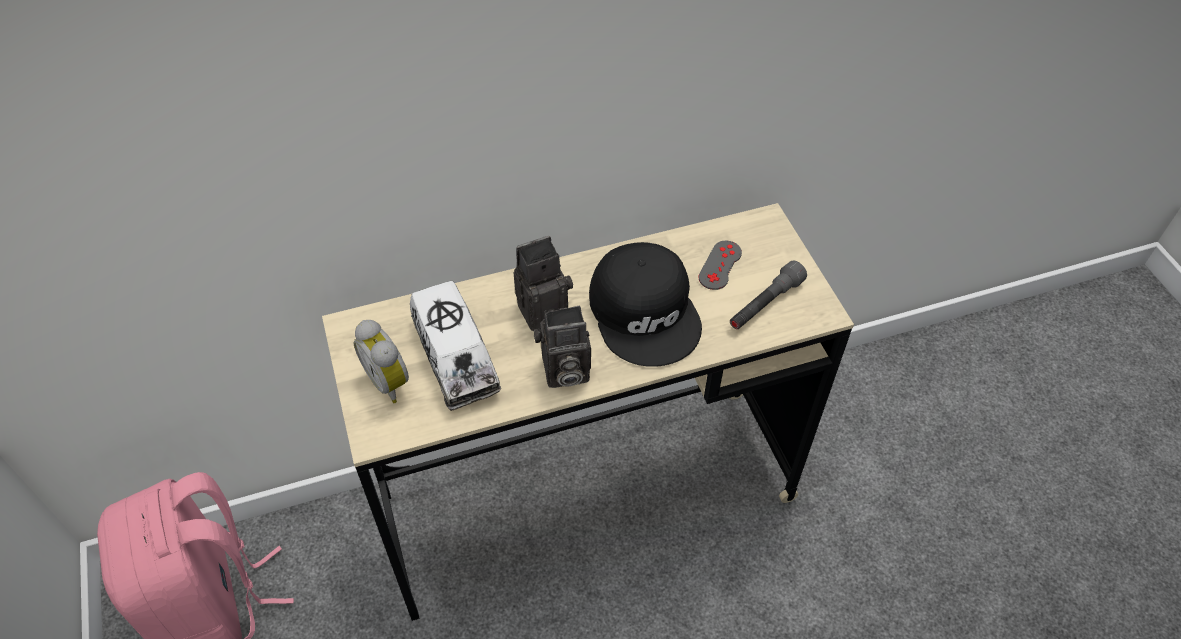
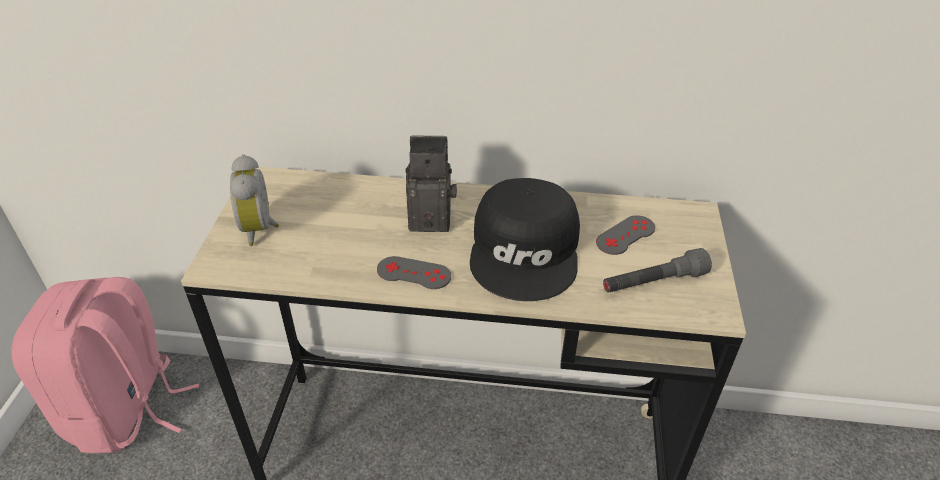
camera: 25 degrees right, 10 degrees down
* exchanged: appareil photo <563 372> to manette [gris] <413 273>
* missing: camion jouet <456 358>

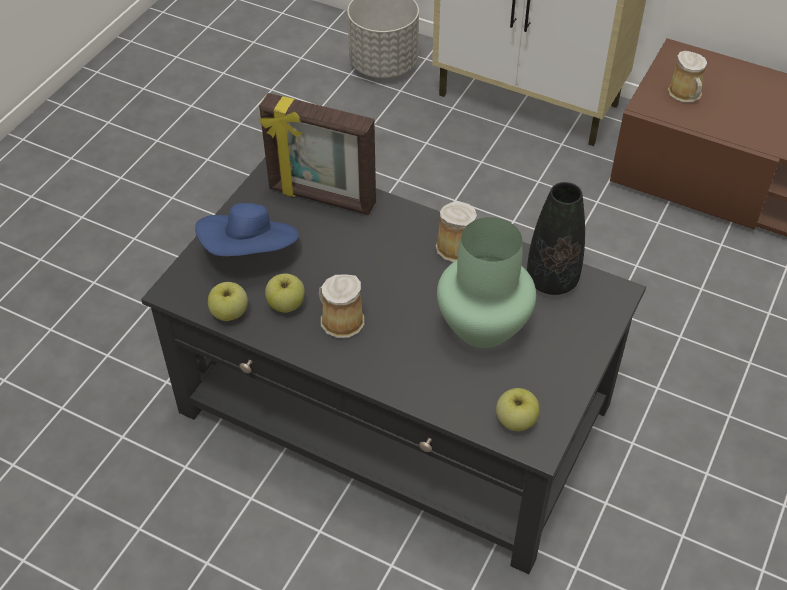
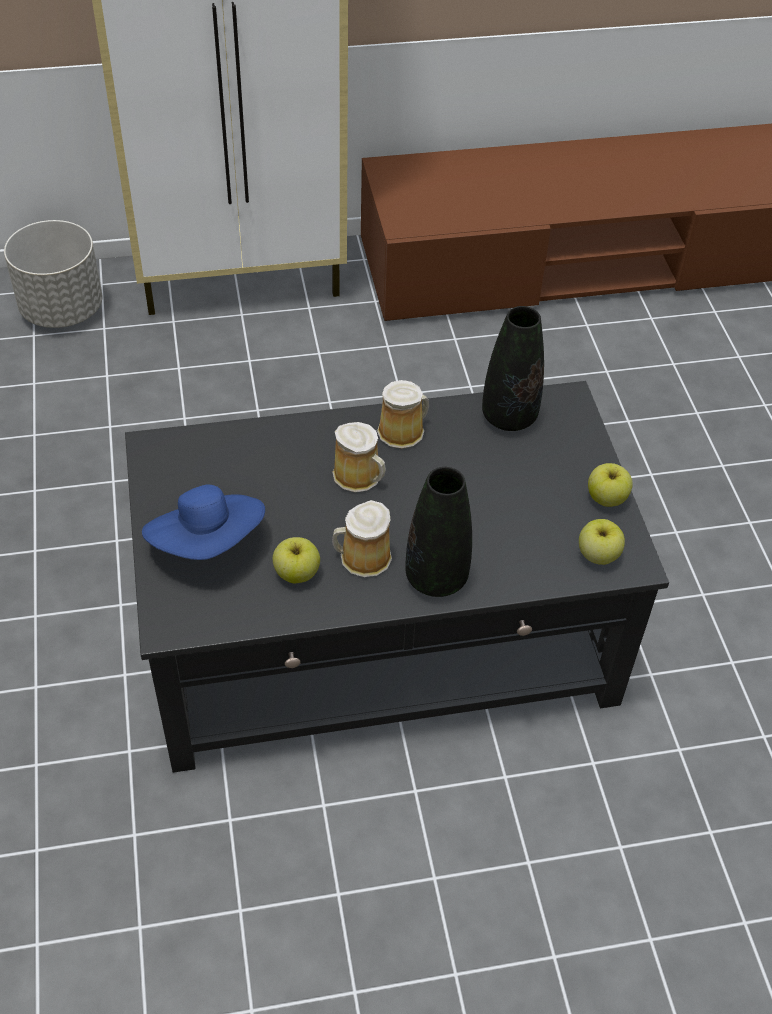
camera: 40 degrees left, 0 degrees up
* relocated: mug <685 94> to <359 477>
* appeared: vase [noir] <436 578>
* relocated: pomme <230 313> to <606 498>
* missing: cadre photo <321 198>
* missing: vase [vert] <482 327>

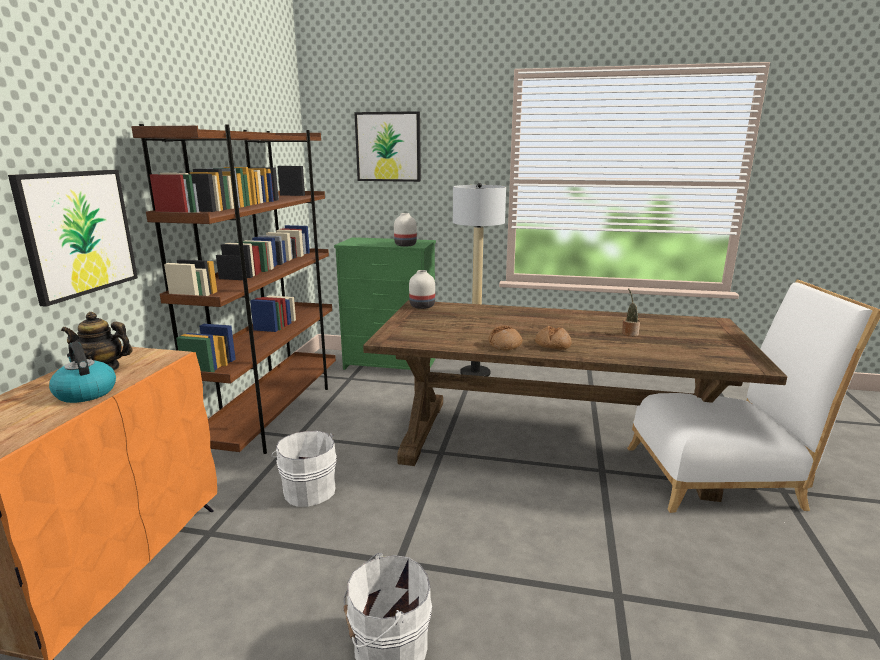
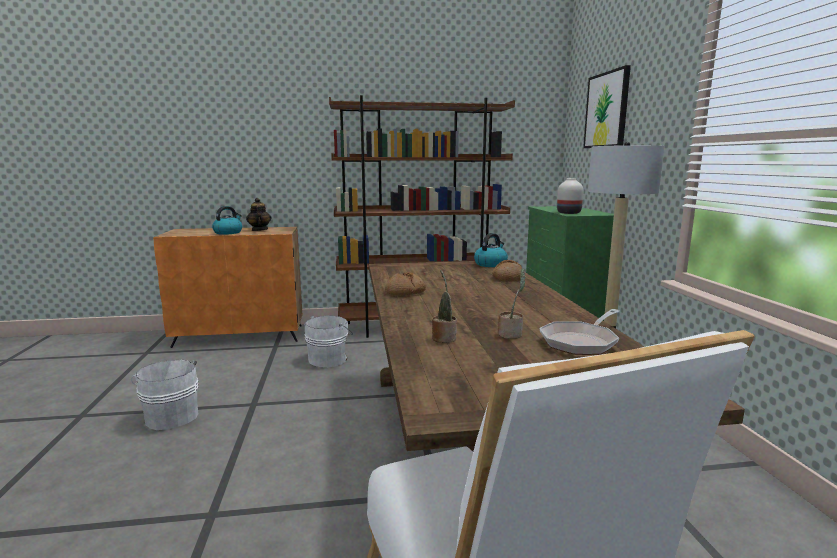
camera: 70 degrees right, 5 degrees down
* appeared: plante en pot <443 338>
* exchanged: vase [blanc] <422 306> to bouilloire <490 264>
* relocated: pain <552 345> to <508 278>
* appeared: poêle <581 342>
* missing: tableau <78 233>

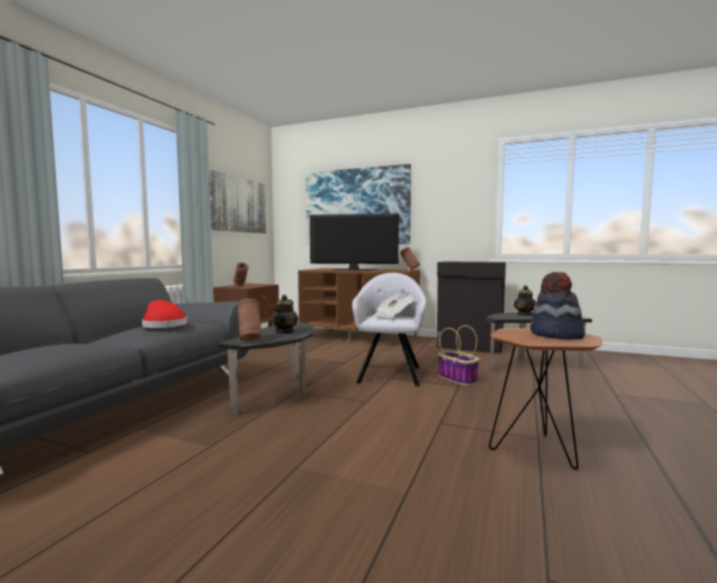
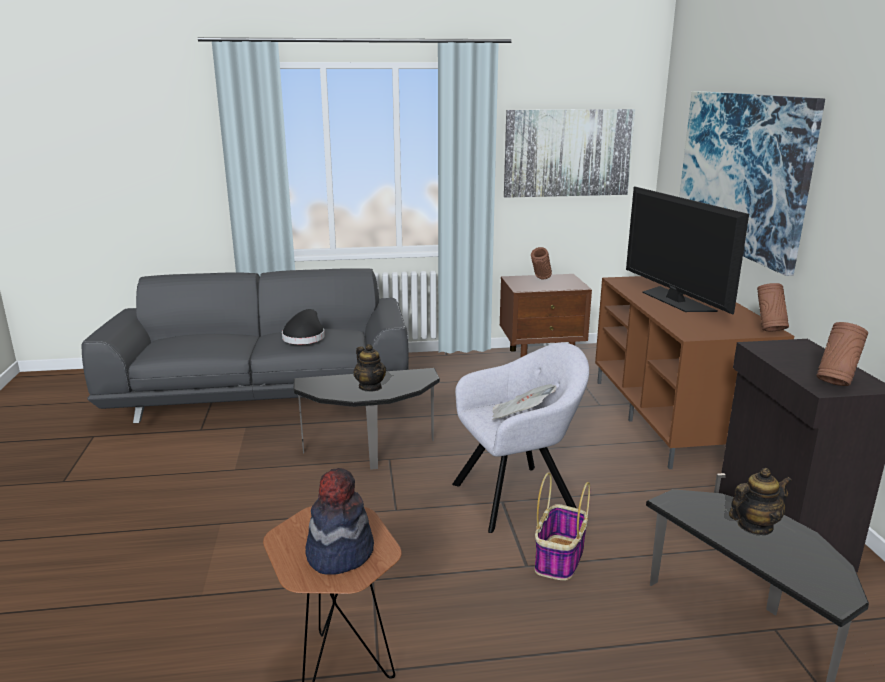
camera: 60 degrees right, 15 degrees up
* colour: chapeau [rouge] <163 325> to chapeau [noir] <305 337>
* spun: théière <285 332> = <370 387> 105 degrees counterclockwise
* relocated: vase [marron] <250 340> to <835 383>

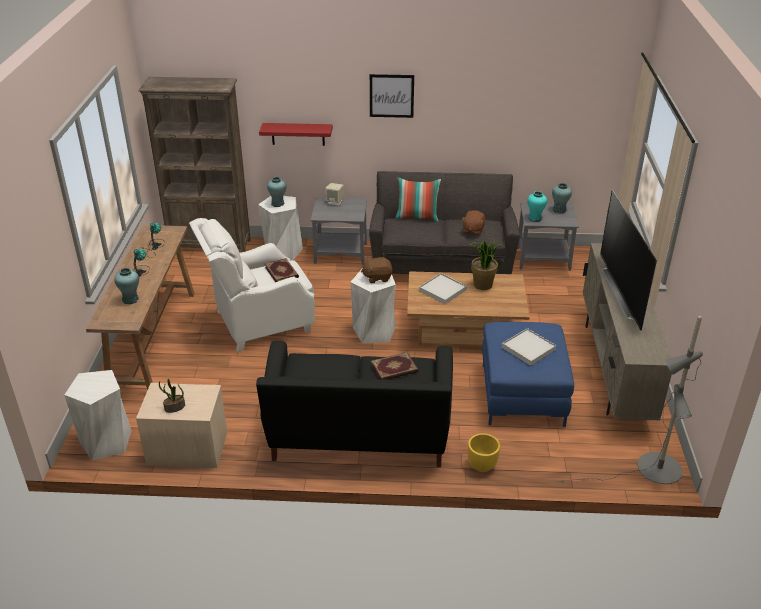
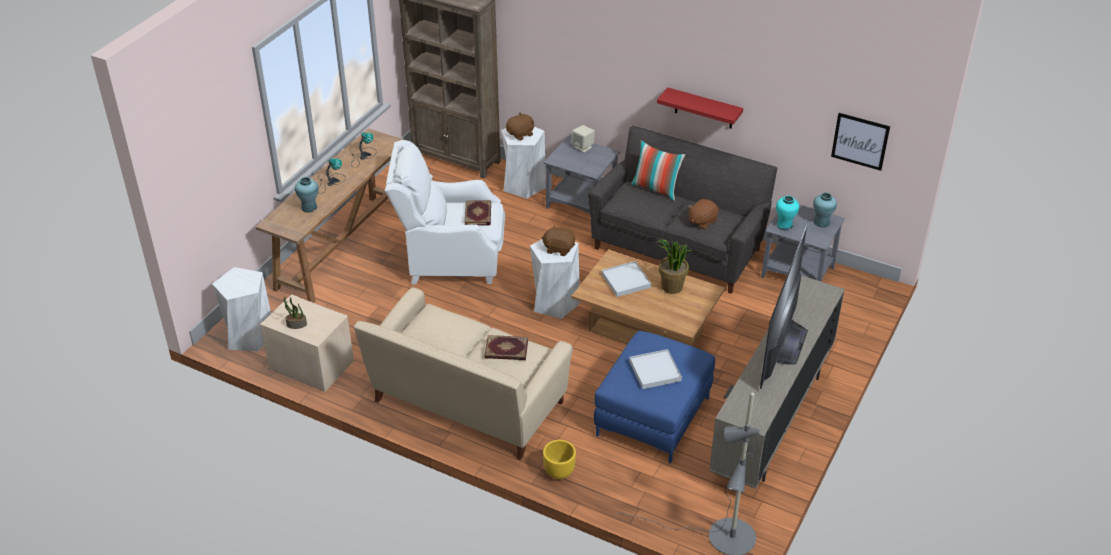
camera: 25 degrees right, 5 degrees up
* colour: canapé [noir] <358 434> to canapé [beige] <467 403>
* exchanged: vase [turquoise] <277 203> to peluche [marron] <520 134>
* relocated: étagère [rouge] <298 134> to <704 108>
* relocated: tableau <391 96> to <860 141>

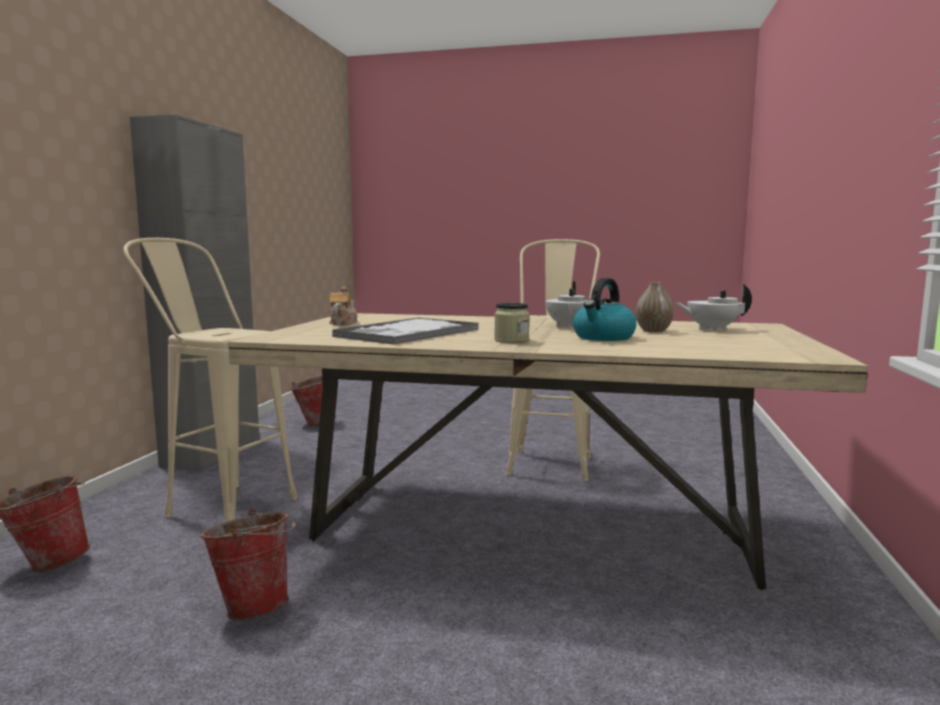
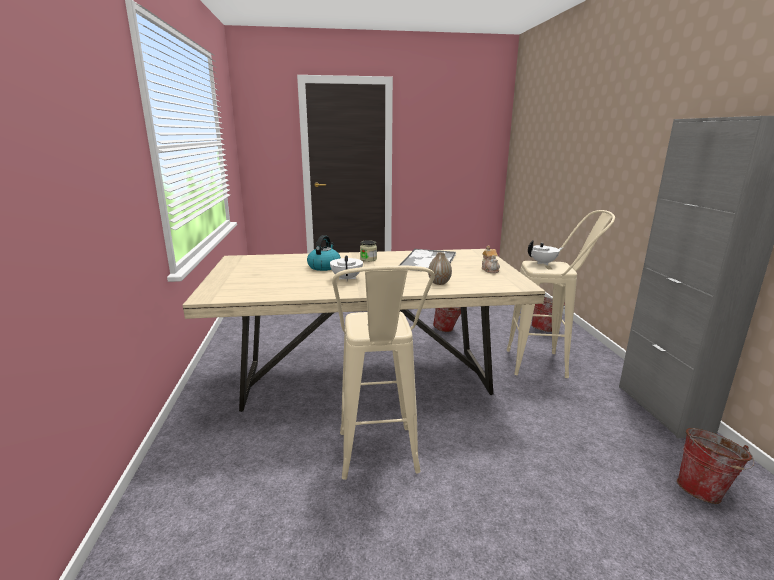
camera: 160 degrees right, 10 degrees up
* relocated: vase <653 331> to <439 283>
* relocated: théière [blanc] <711 329> to <543 263>

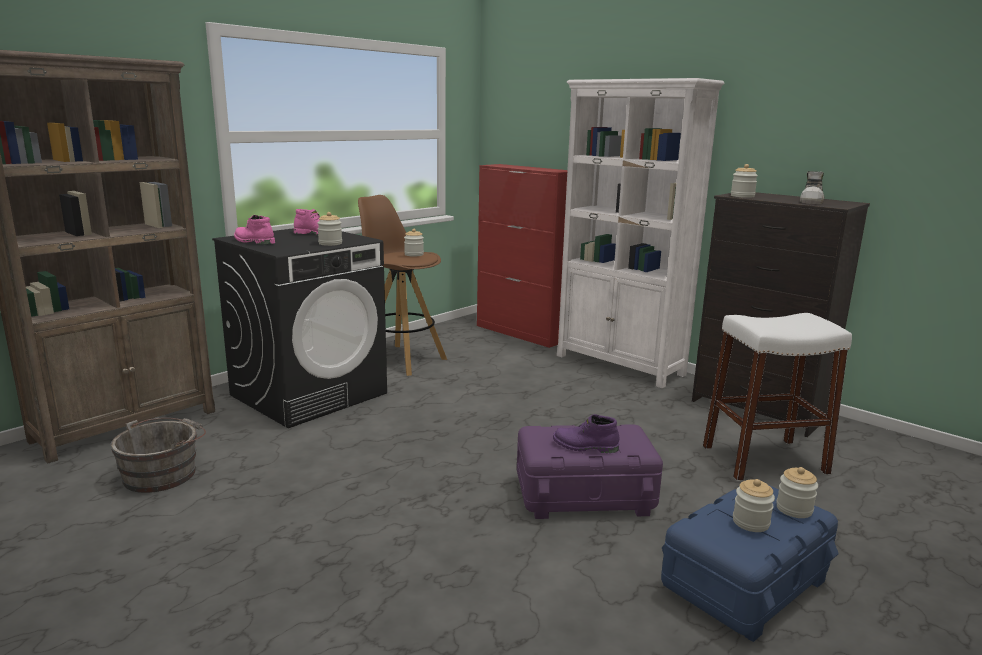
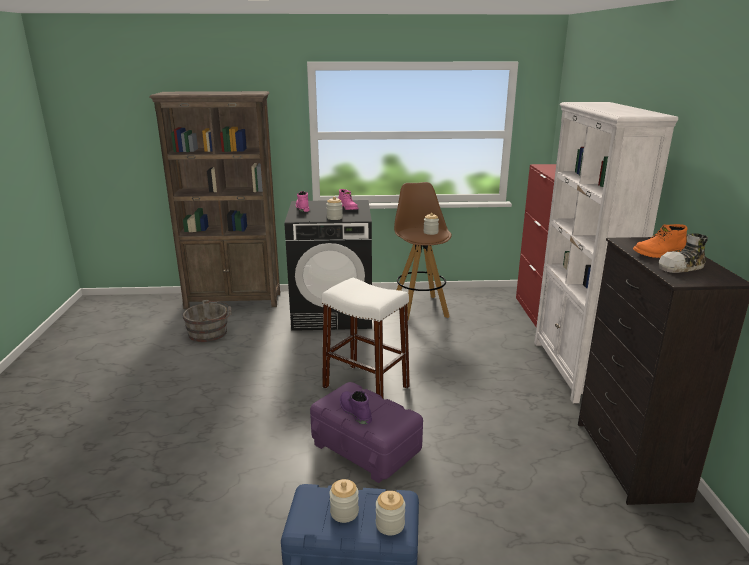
camera: 45 degrees right, 5 degrees up
* relocated: tabouret [blanc] <764 459> to <366 387>
* appeared: botte [orange] <659 254>
* missing: bocal <742 196>

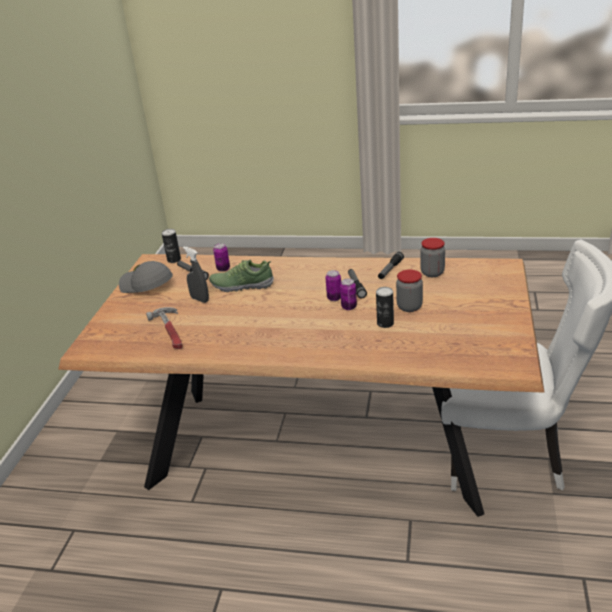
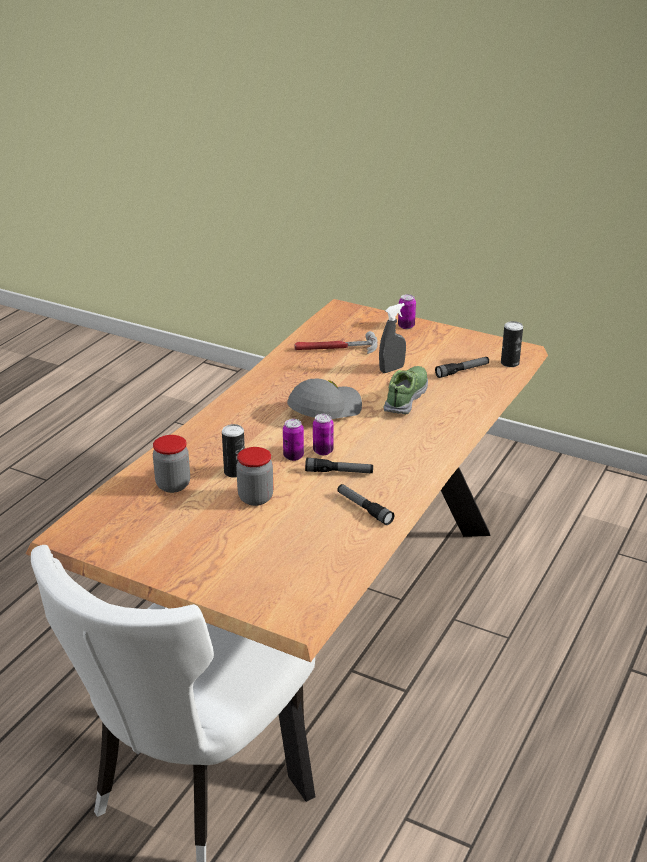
camera: 105 degrees right, 0 degrees up
* relocated: bocal <432 273> to <173 485>
* relocated: casquette [gris] <146 286> to <324 409>
* relocated: boîte métallique <223 269> to <406 326>

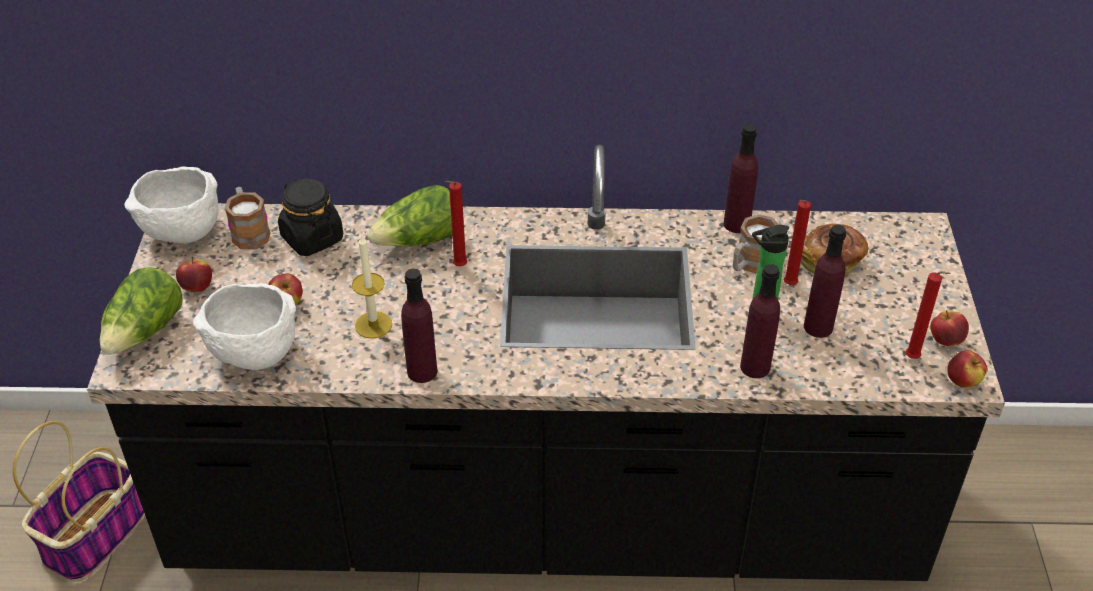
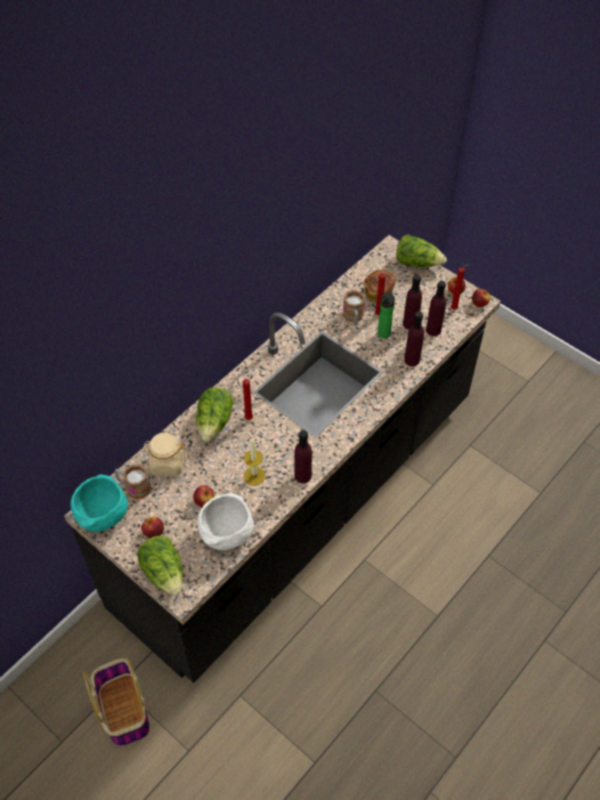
camera: 50 degrees left, 10 degrees up
* colour: bol [blanc] <181 233> to bol [turquoise] <103 517>
* colour: bocal [noir] <312 238> to bocal [beige] <167 464>
* appeared: laitue <417 262>
* relocated: bouteille [violet] <736 224> to <433 330>

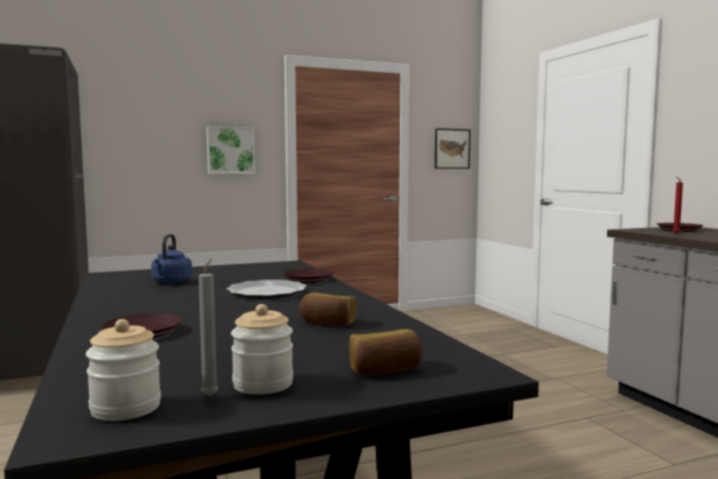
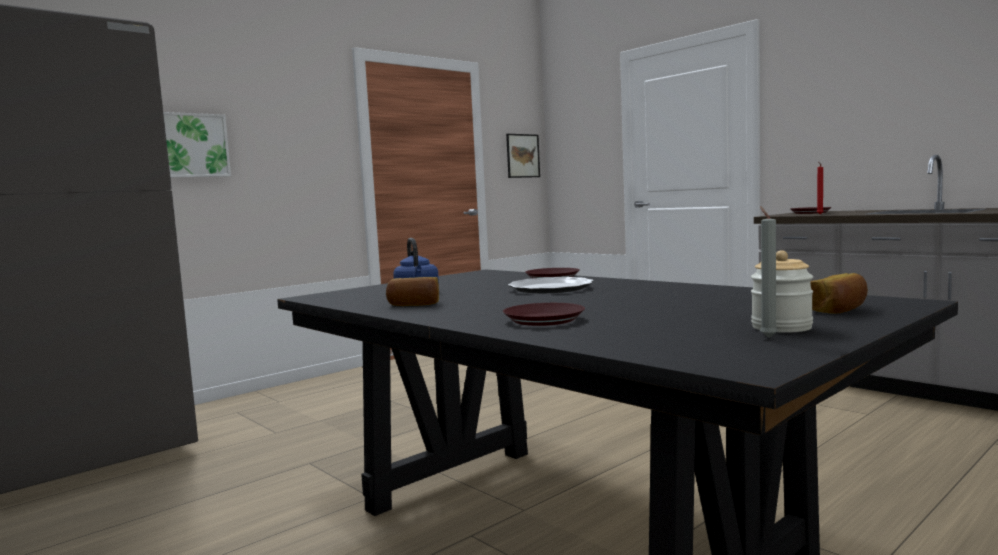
camera: 20 degrees left, 0 degrees up
* relocated: tableau <230 150> to <194 145>
* relocated: pain <327 323> to <414 305>
* missing: bocal <126 408>

